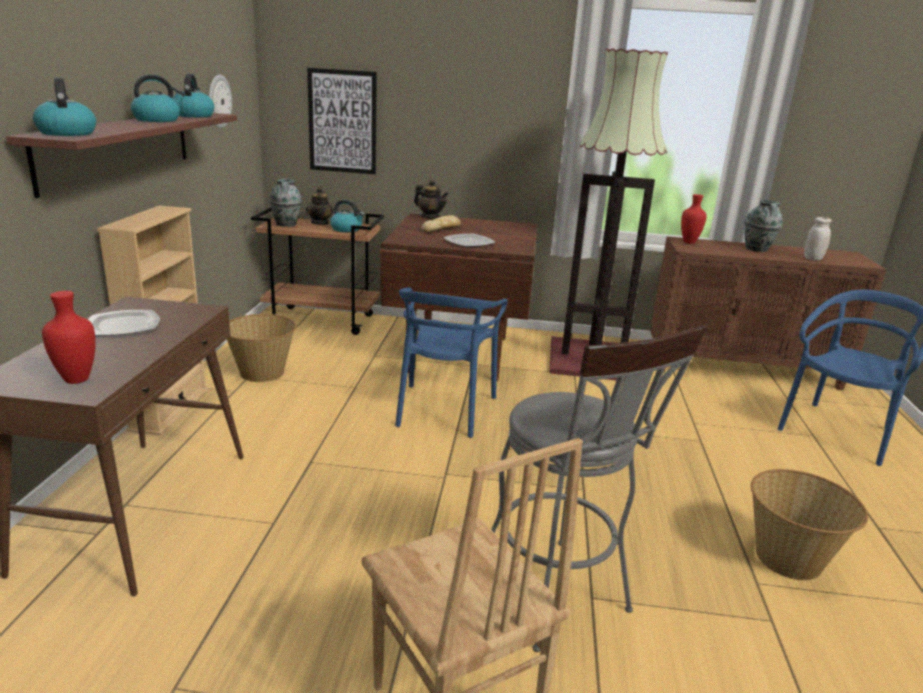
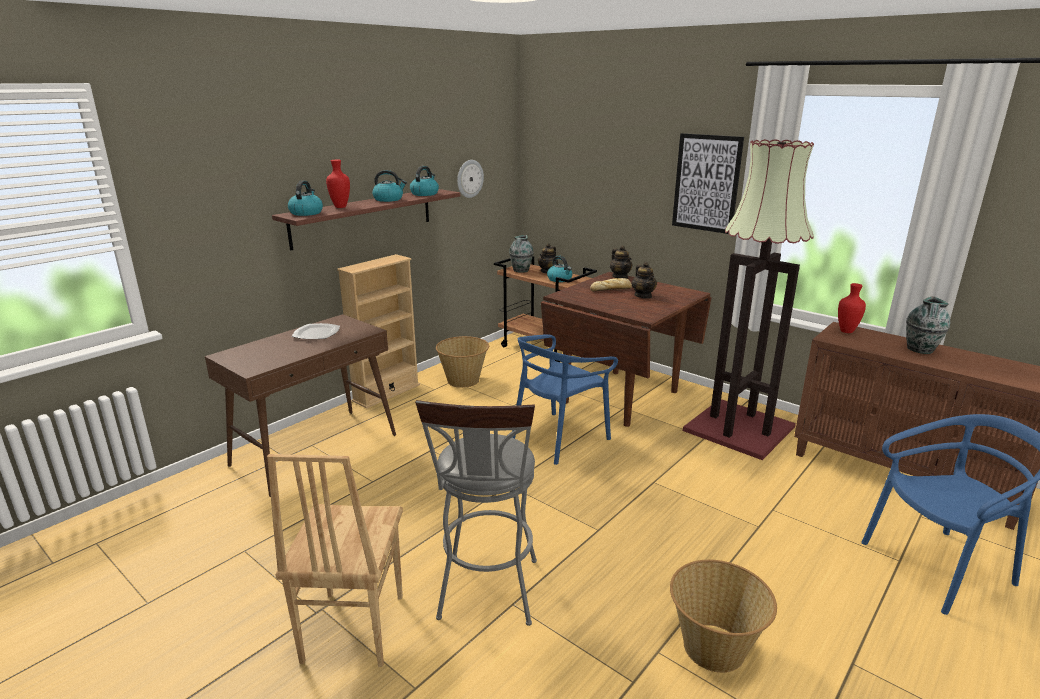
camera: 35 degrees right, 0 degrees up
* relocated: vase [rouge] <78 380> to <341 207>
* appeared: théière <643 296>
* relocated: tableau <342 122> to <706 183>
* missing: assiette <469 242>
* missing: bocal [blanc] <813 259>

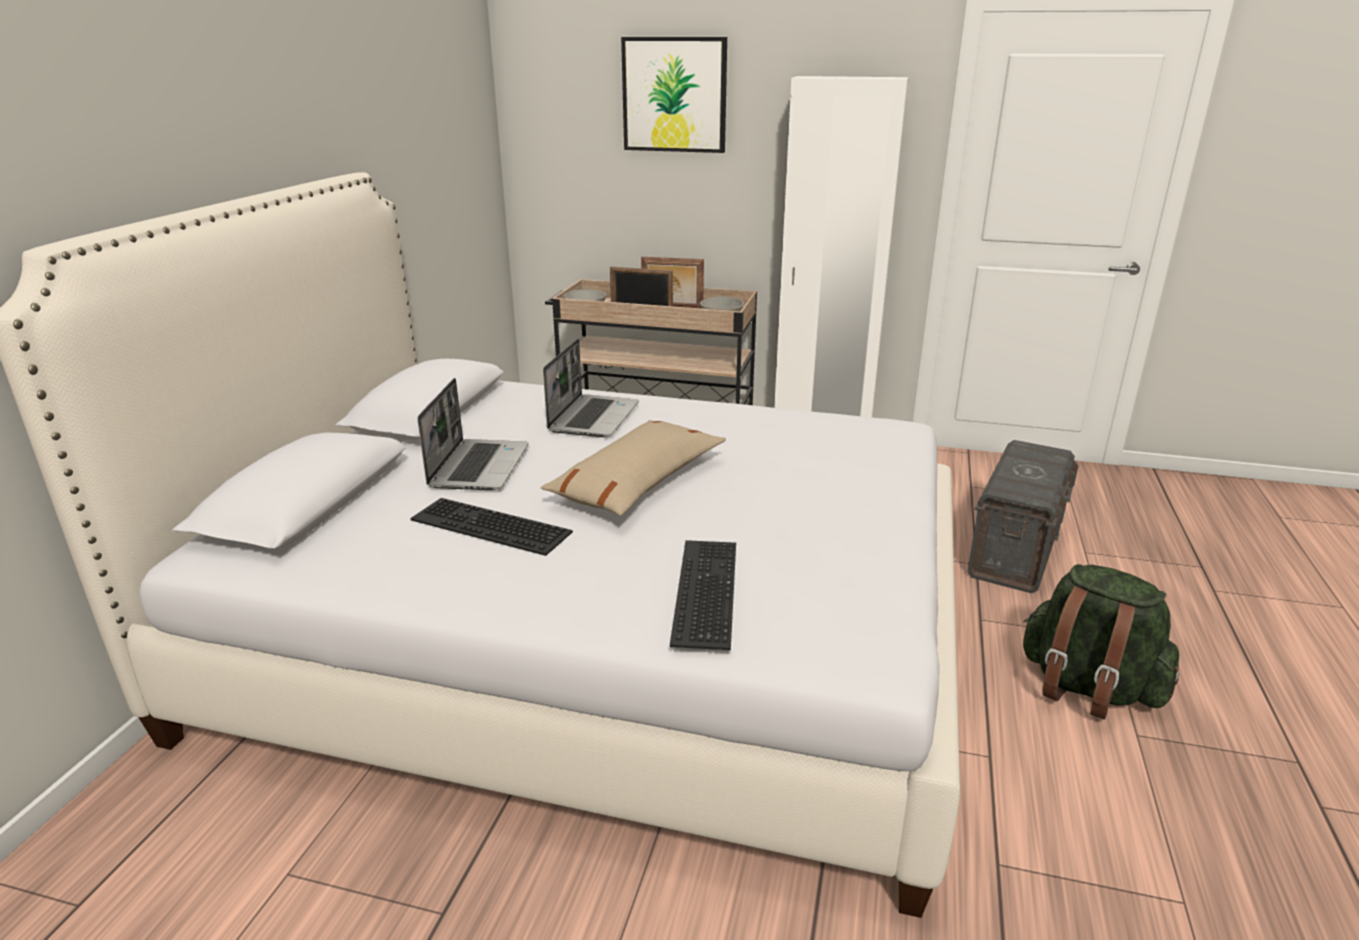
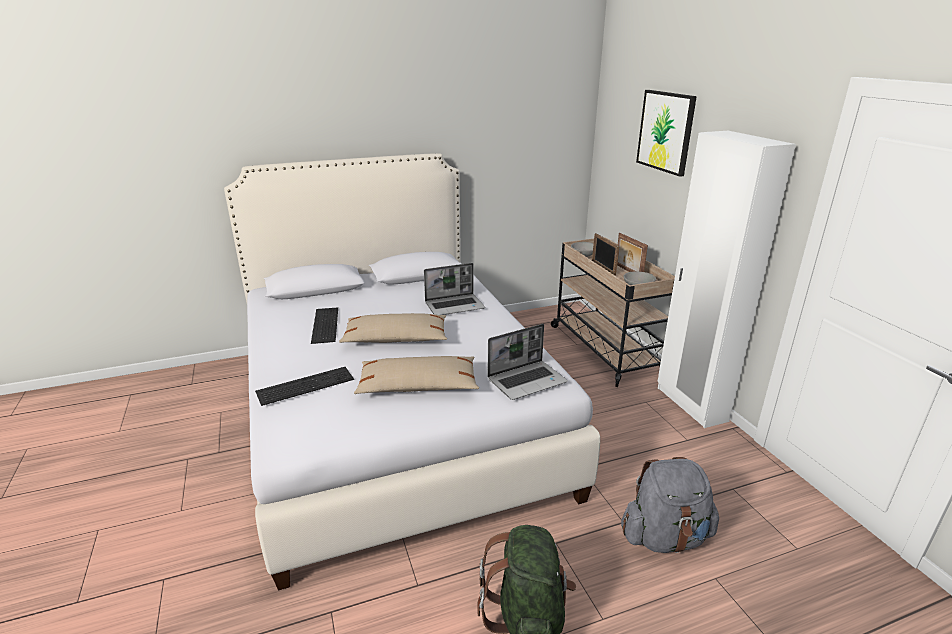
camera: 55 degrees right, 0 degrees up
* appeared: coussin [beige] <418 386>
* relocated: ordinateur portable <478 466> to <527 381>
* exchanged: boîte de rangement [gris] <1015 551> to sac à dos [gris] <665 537>

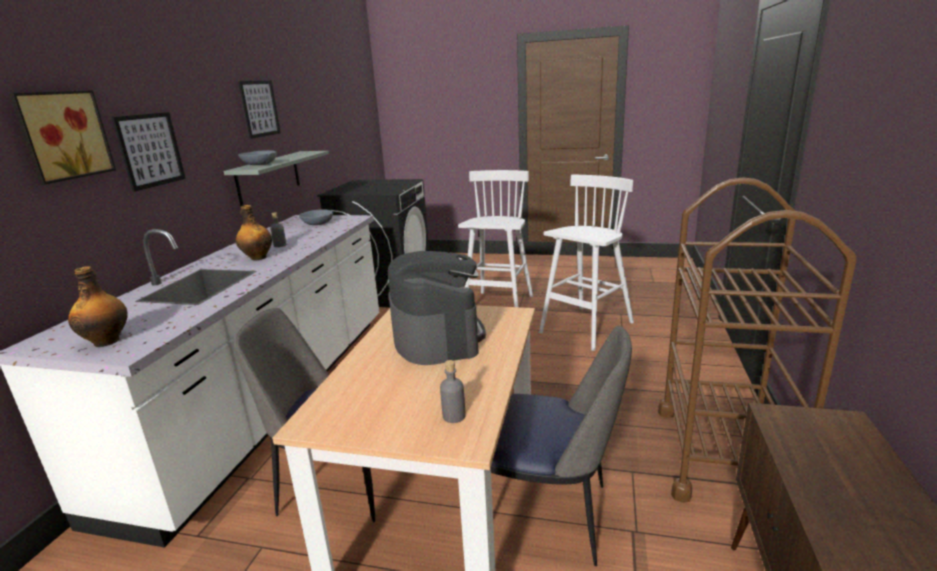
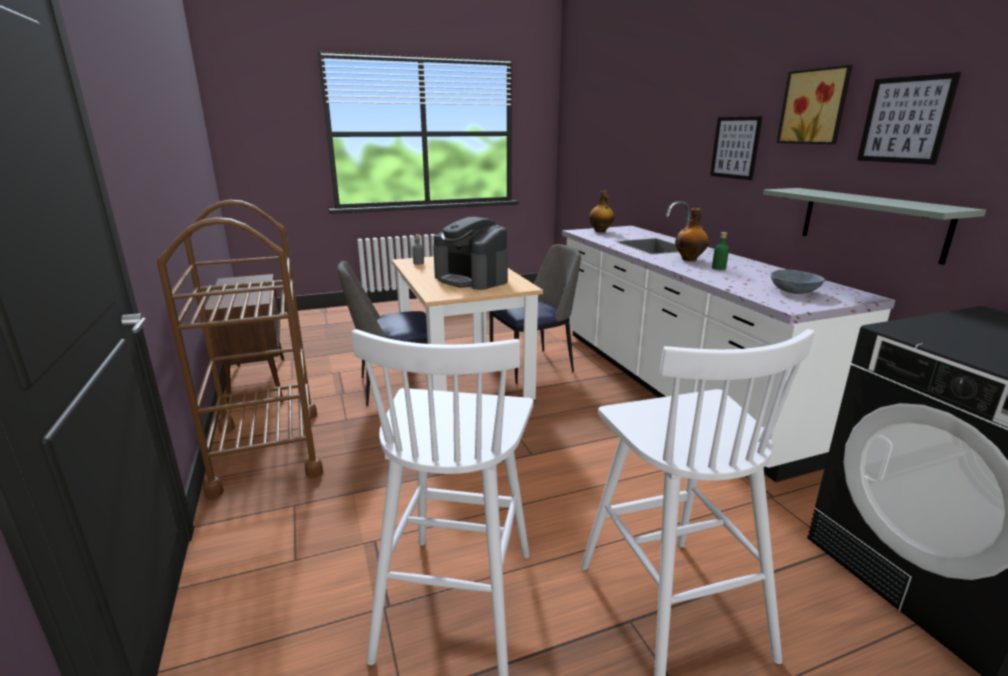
camera: 145 degrees right, 0 degrees up
* colour: bouteille [gris] <280 245> to bouteille [vert] <718 268>
* relocated: tableau <62 135> to <815 106>
* missing: bol [gris] <259 164>

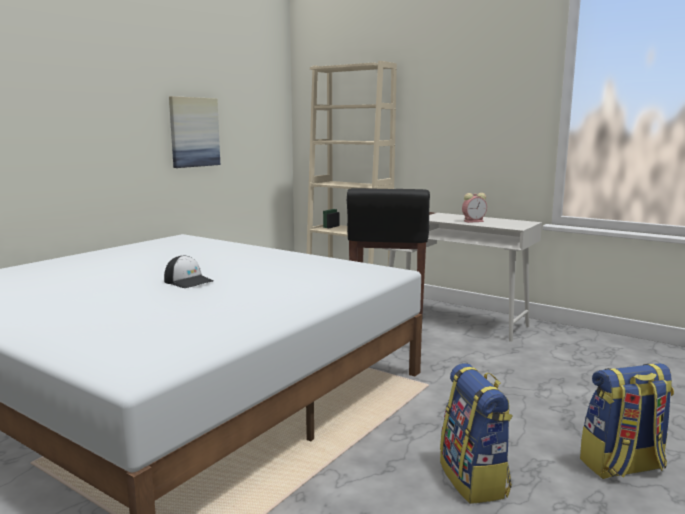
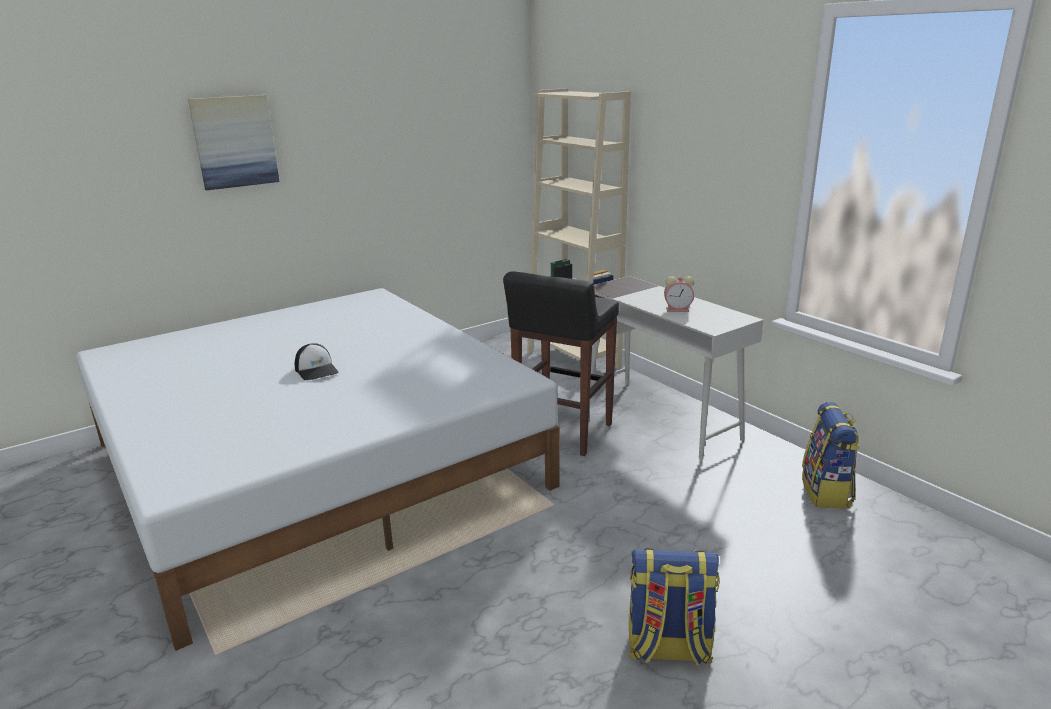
camera: 20 degrees right, 10 degrees up
* relocated: tableau <194 132> to <234 141>
* relocated: sac à dos <474 479> to <826 492>

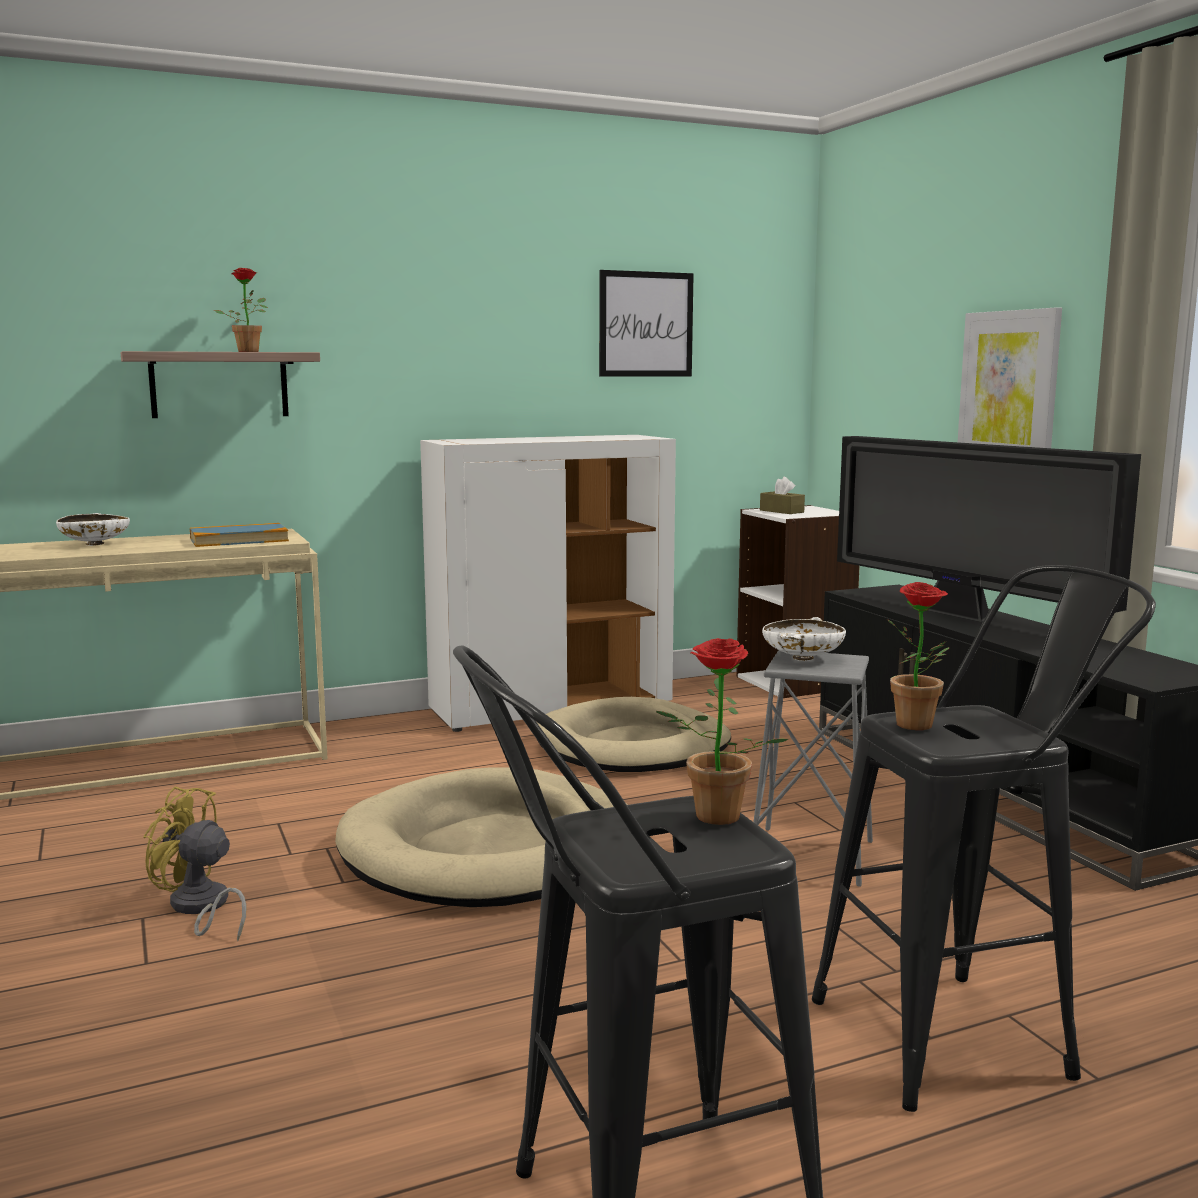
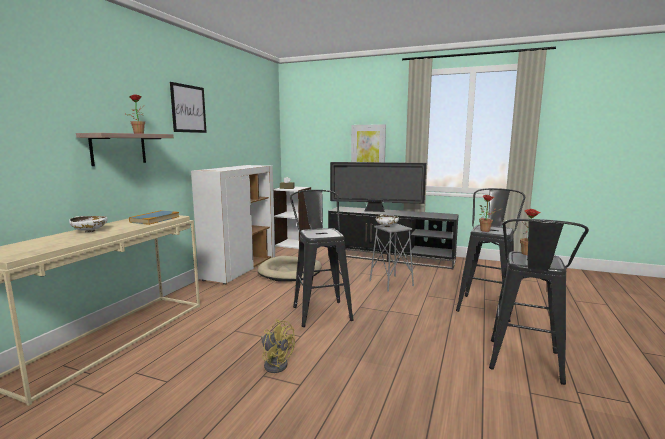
camera: 45 degrees left, 0 degrees up
* relocated: tableau <646 324> to <188 109>
* spun: ventilateur [jaune] <200 908> = <276 363> 120 degrees counterclockwise
* exchanged: panier pour chien [beige] <493 850> to tabouret [noir] <320 310>

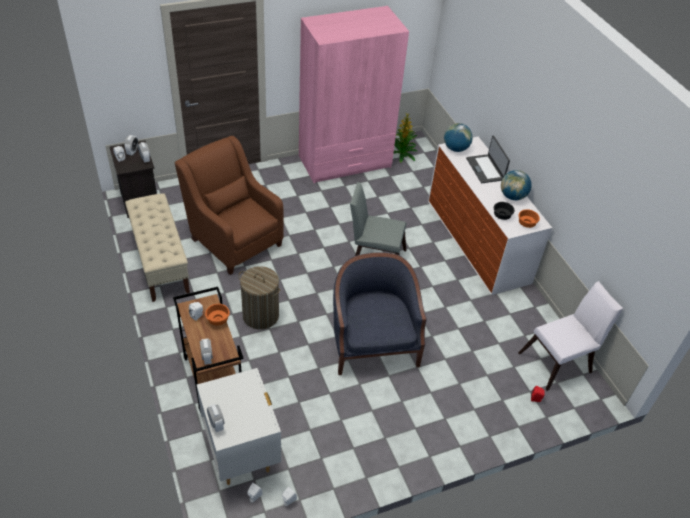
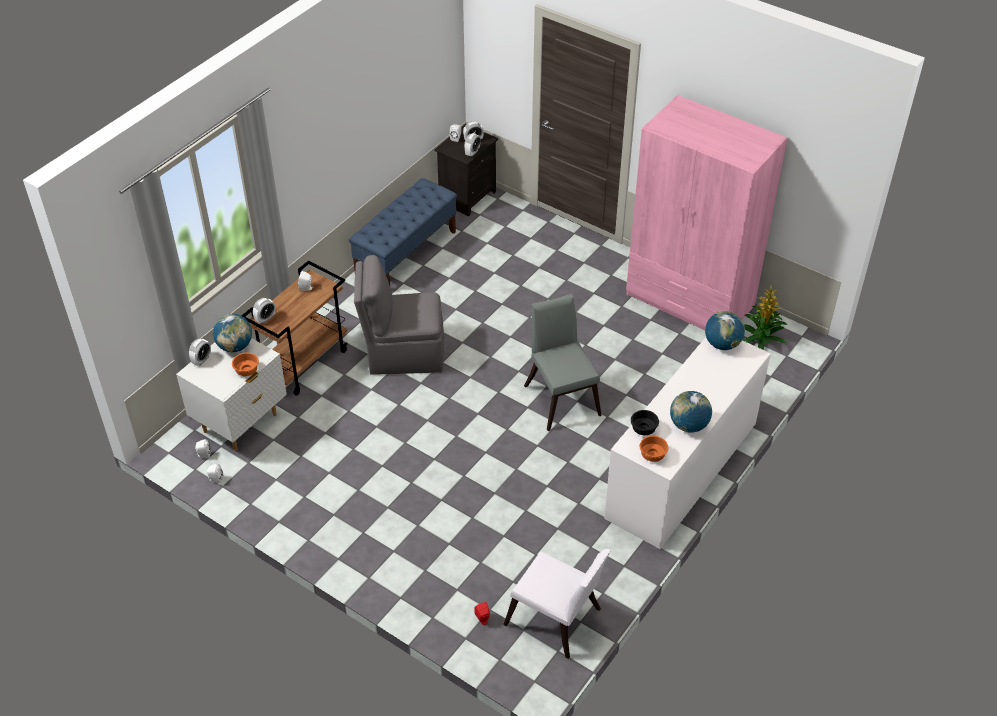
camera: 60 degrees right, 0 degrees up
* appeared: globe <235 346>
* relocated: bol [orange] <218 320> to <247 371>
* colour: banc [beige] <160 262> to banc [bleu] <406 254>
* exchanged: panier à linge <260 315> to chaise [gris] <403 353>
* missing: fauteuil [marron] <233 239>
* missing: fauteuil [bleu] <373 344>
* missing: ordinateur portable <485 169>

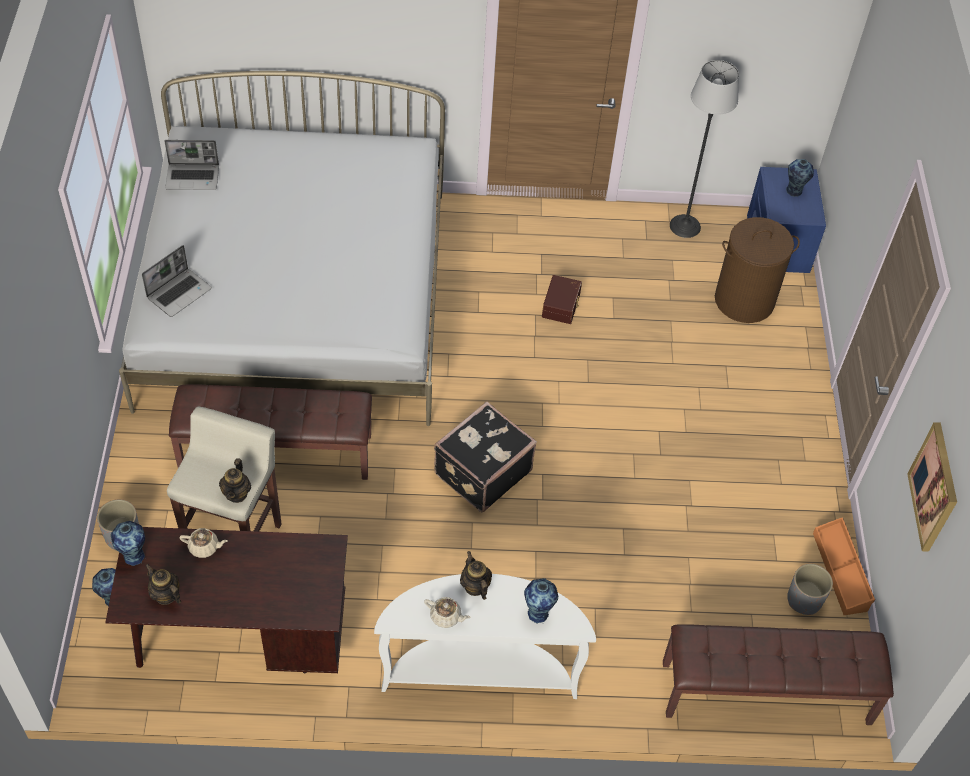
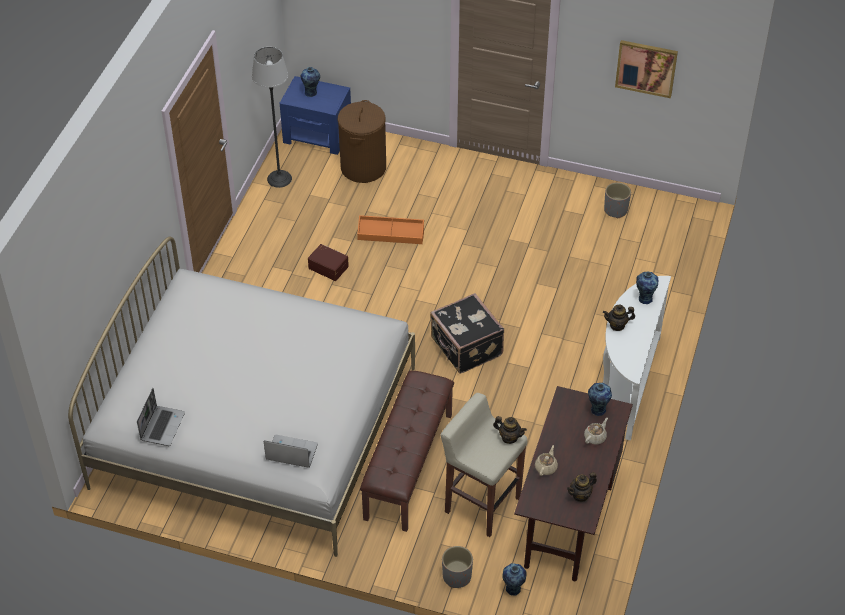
camera: 70 degrees left, 5 degrees down
* spun: ordinateur portable <179 293> = <291 453> 45 degrees counterclockwise
* relocated: boîte de rangement [orange] <841 571> to <391 235>
* relocated: théière [beige] <446 617> to <595 437>
* relocated: vase <133 555> to <597 410>
* missing: banc [marron] <765 694>

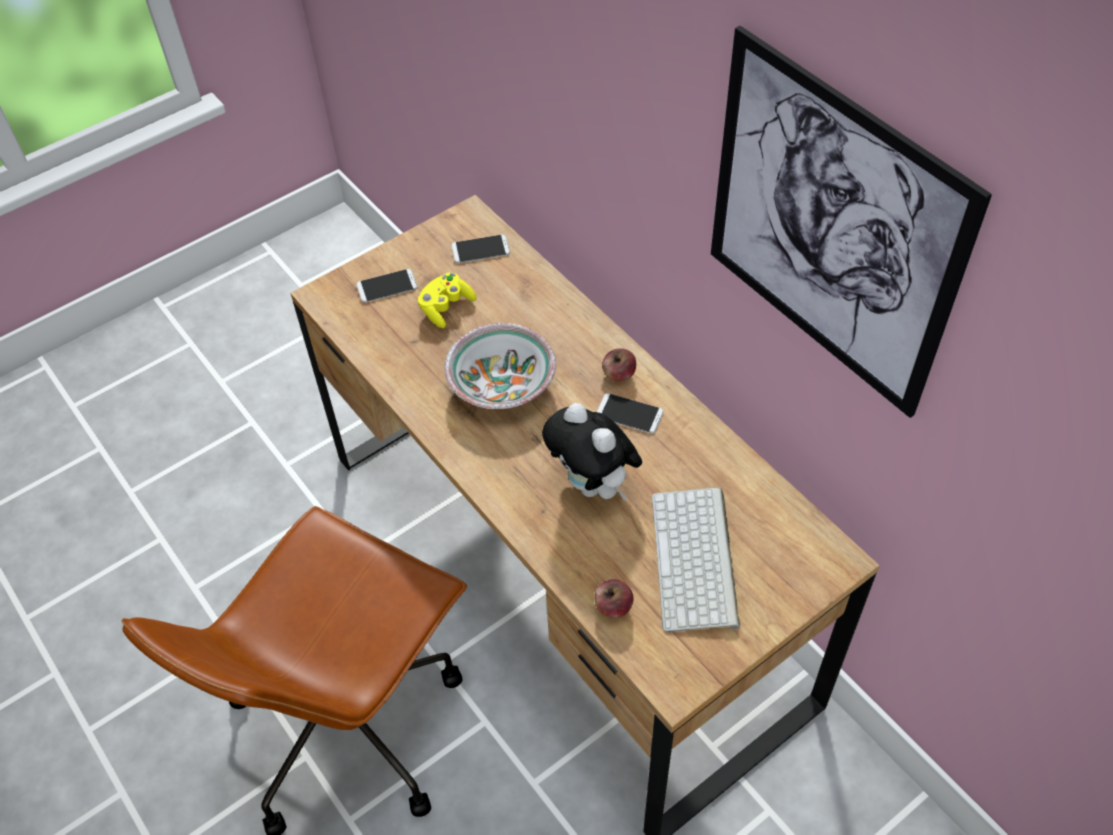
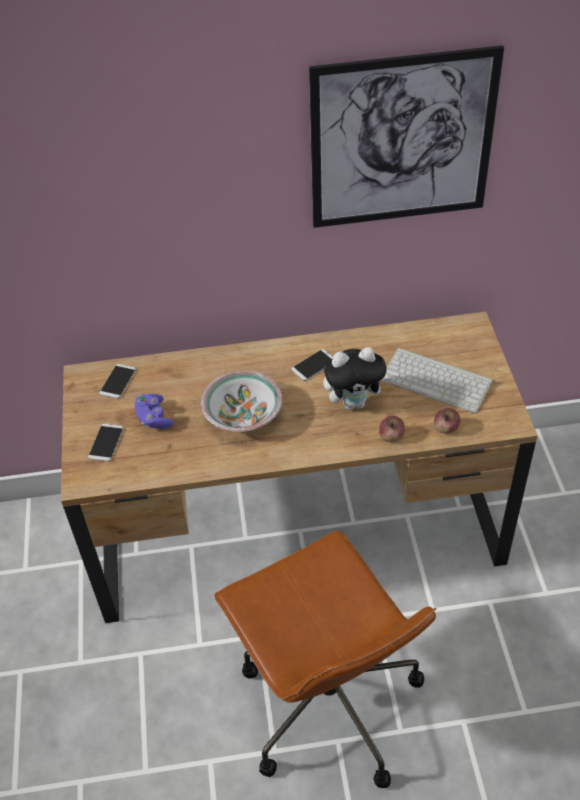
camera: 60 degrees left, 5 degrees down
* colour: manette [jaune] <446 307> to manette [violet] <154 418>
* relocated: pomme <618 375> to <391 436>

